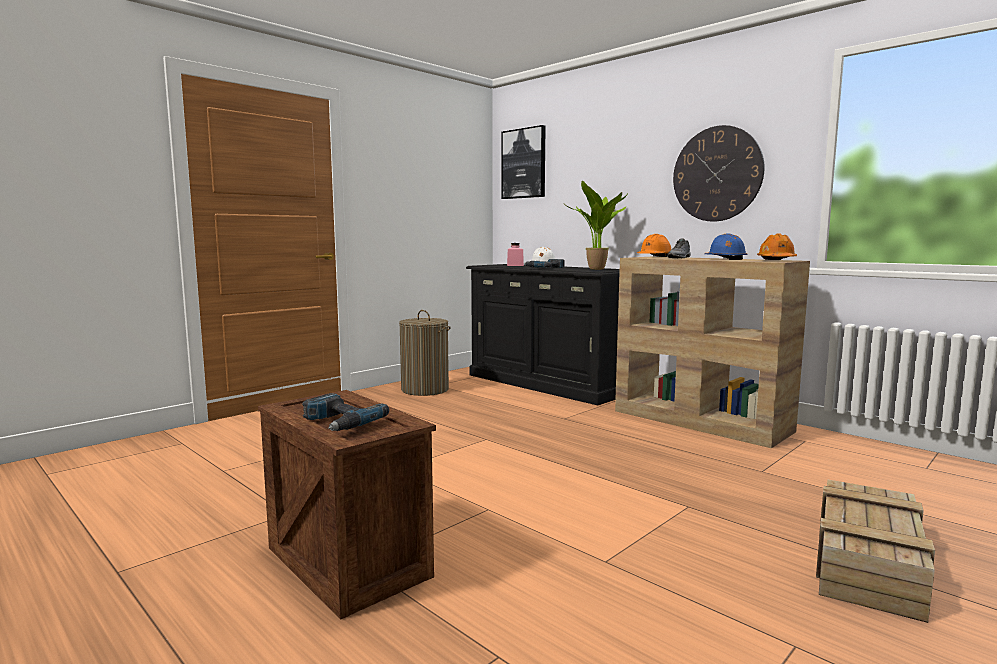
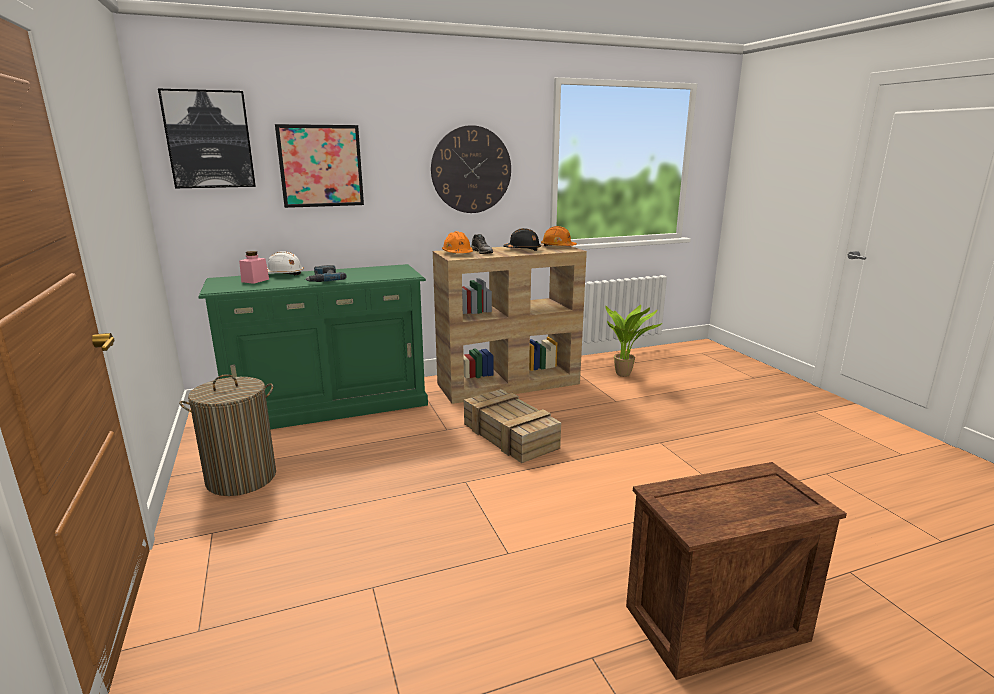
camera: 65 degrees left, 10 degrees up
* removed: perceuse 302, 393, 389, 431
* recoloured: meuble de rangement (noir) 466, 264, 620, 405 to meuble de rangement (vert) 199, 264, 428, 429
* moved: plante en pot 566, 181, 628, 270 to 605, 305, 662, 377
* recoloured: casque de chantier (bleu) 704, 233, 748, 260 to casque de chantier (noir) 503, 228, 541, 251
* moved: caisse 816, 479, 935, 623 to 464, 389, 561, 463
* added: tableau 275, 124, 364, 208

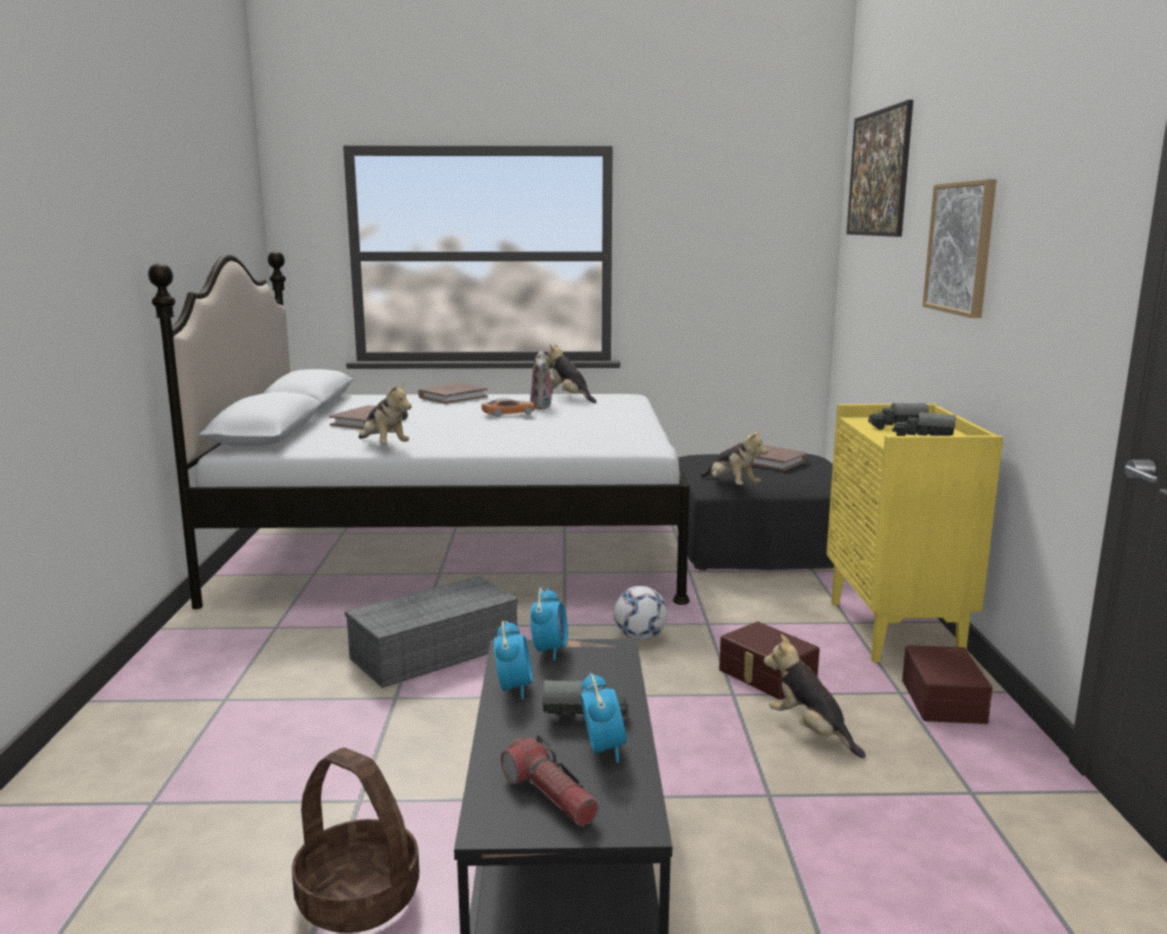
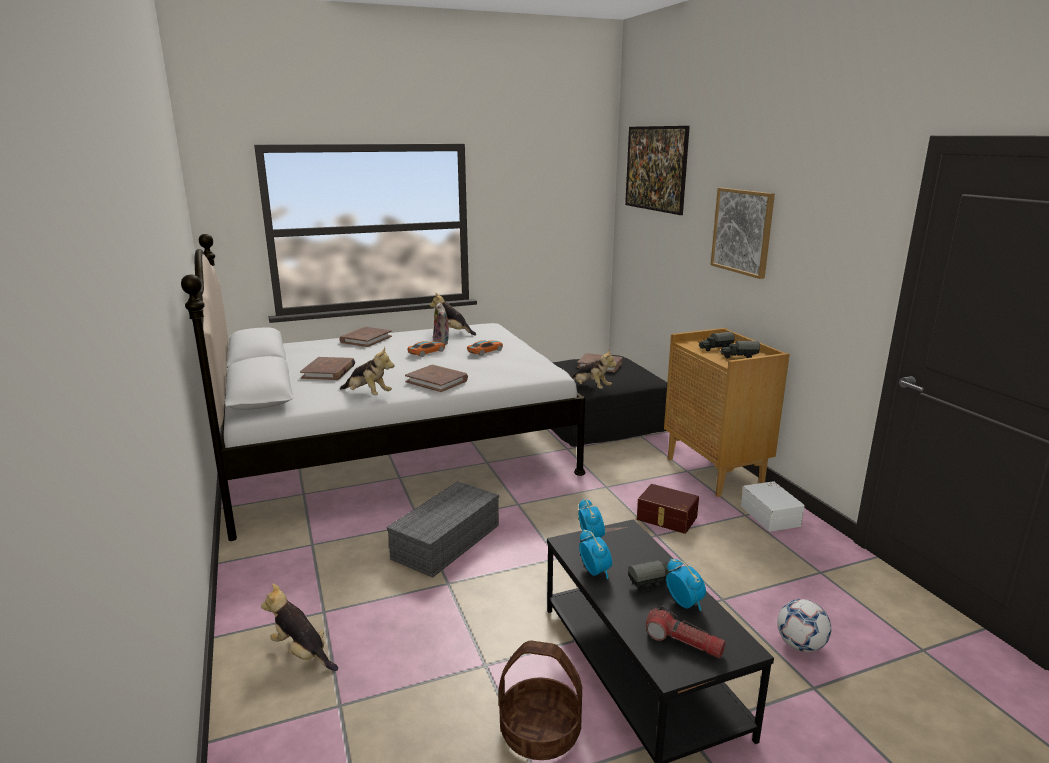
camera: 20 degrees left, 5 degrees up
* moved: ballon de foot 613, 586, 667, 640 to 777, 599, 832, 652
* moved: peluche 764, 634, 866, 758 to 261, 583, 338, 671
* recoloured: meuble de rangement (jaune) 826, 404, 1003, 662 to meuble de rangement (marron) 664, 328, 790, 497
* recoloured: boîte de rangement (marron) 902, 645, 993, 724 to boîte de rangement (blanc) 741, 481, 805, 532
* added: livre (marron) 405, 365, 468, 392
* added: petite voiture 467, 340, 503, 356

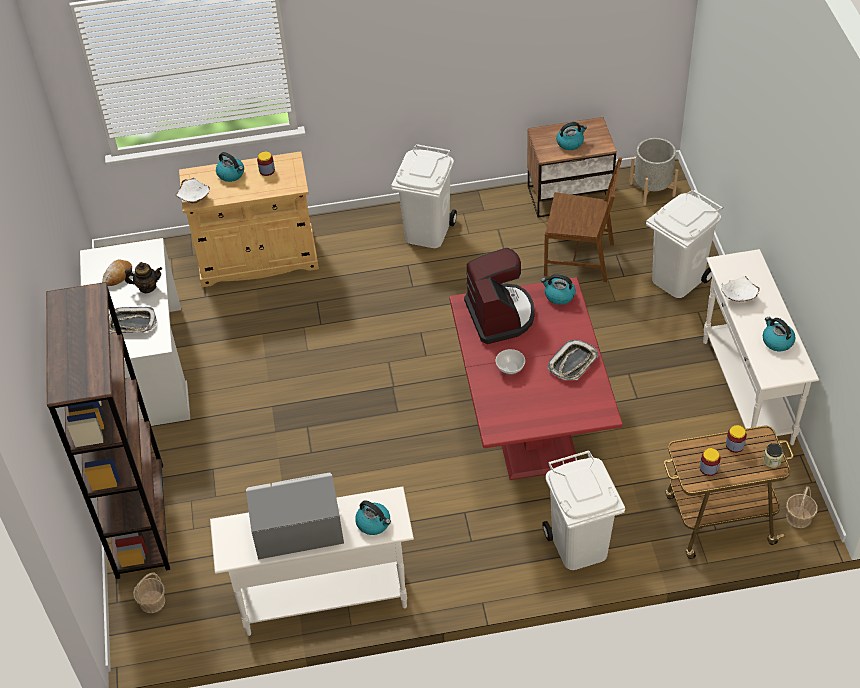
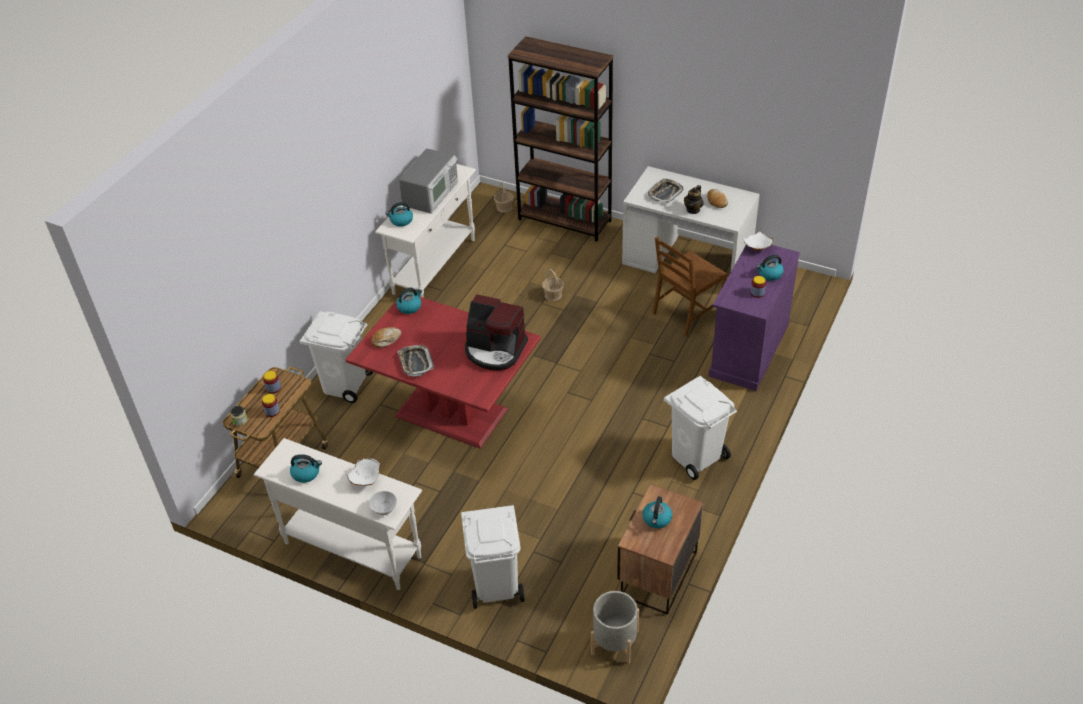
camera: 125 degrees right, 5 degrees down
* recoloured: meuble de rangement (beige) 179, 151, 319, 287 to meuble de rangement (violet) 709, 245, 800, 391
* moved: bol 496, 349, 525, 375 to 369, 491, 397, 515
* moved: bouilloire 541, 274, 576, 305 to 396, 288, 422, 314
* moved: chaise (marron) 544, 157, 622, 282 to 652, 237, 727, 336
* moved: panier 786, 486, 818, 528 to 542, 269, 564, 301
* added: pain 371, 327, 401, 348

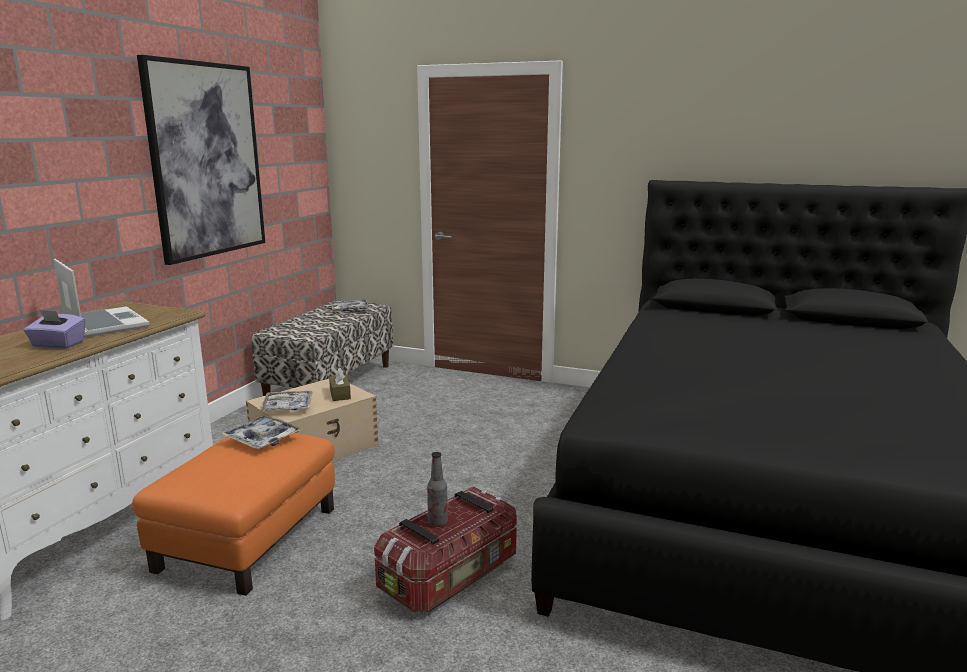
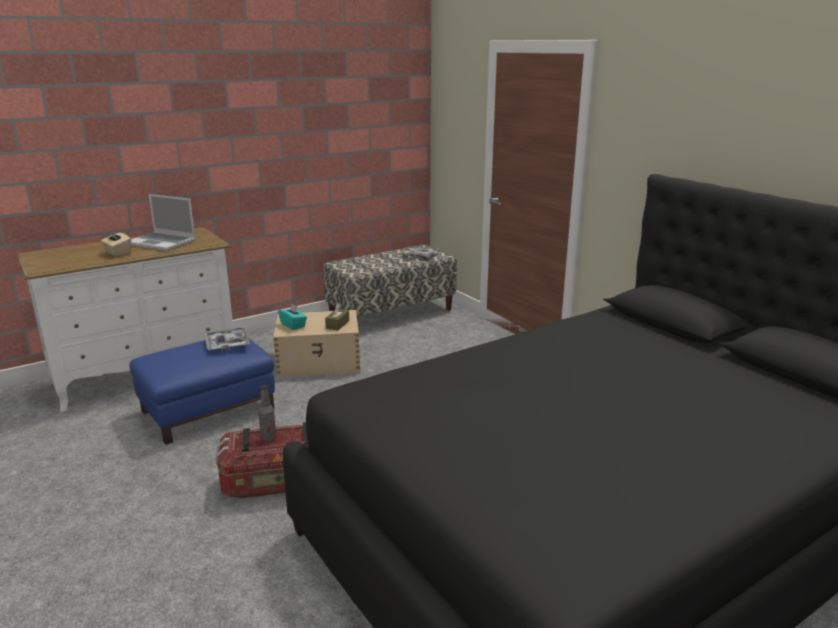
camera: 35 degrees right, 5 degrees up
* recoloured: boîte à mouchoirs (violet) 24, 310, 85, 349 to boîte à mouchoirs (beige) 101, 230, 131, 257
* turned: ordinateur portable 54, 259, 149, 338 = 131, 194, 196, 251 120 degrees clockwise
* recoloured: pouf (orange) 132, 433, 335, 596 to pouf (bleu) 130, 338, 275, 445
* removed: tableau 137, 55, 265, 265
* replaced: plateau 261, 391, 313, 411 to boîte à mouchoirs (turquoise) 278, 304, 307, 330

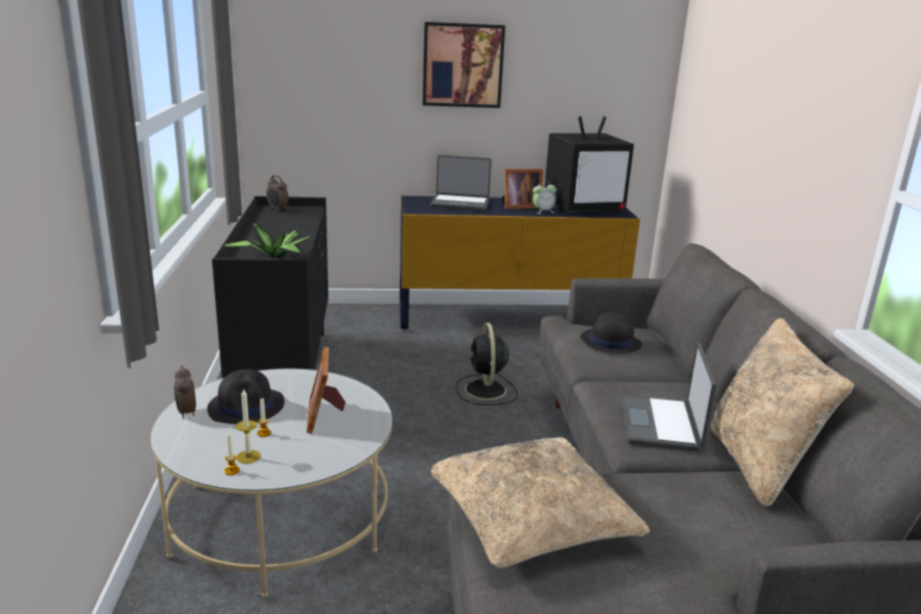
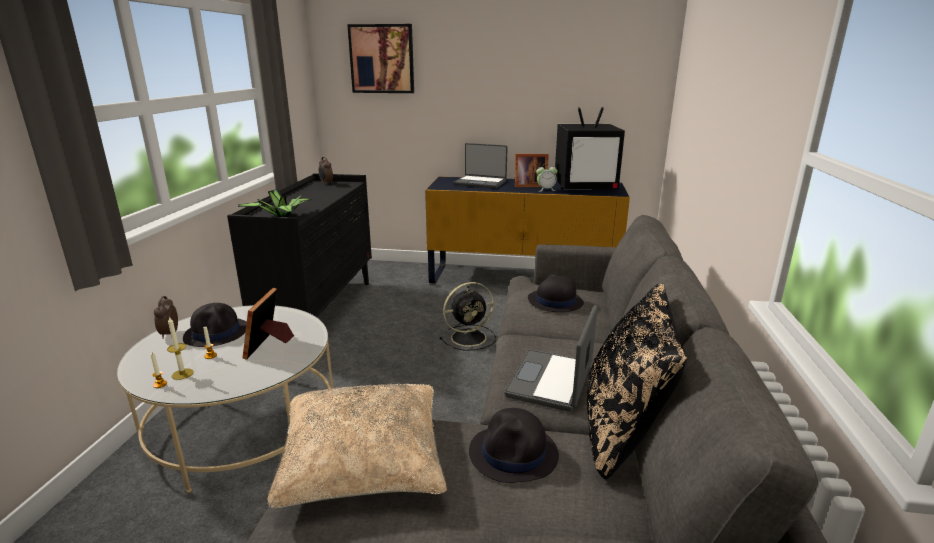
camera: 15 degrees right, 0 degrees up
* moved: tableau 423, 22, 505, 108 to 347, 24, 414, 93
* turned: ventilateur (noir) 456, 323, 518, 405 = 439, 282, 496, 351 120 degrees counterclockwise
* recoloured: coussin (beige) 711, 318, 854, 507 to coussin (noir) 587, 283, 687, 480
* added: chapeau (noir) 469, 408, 559, 483

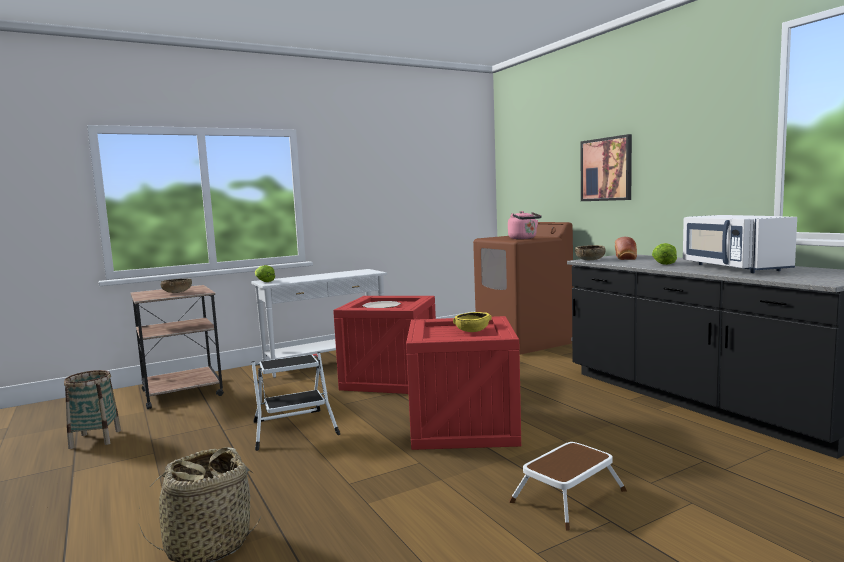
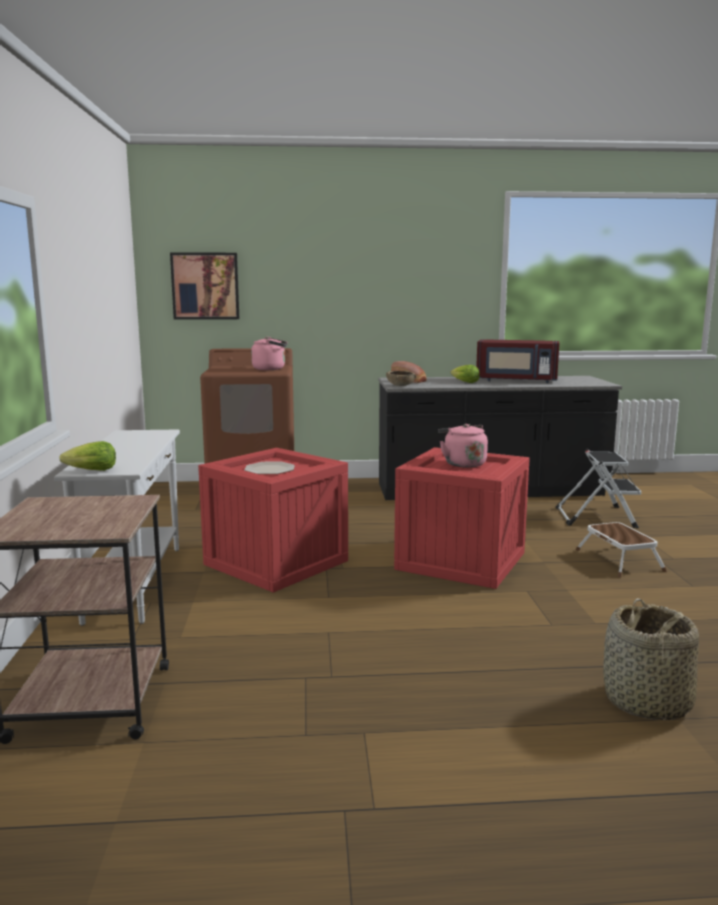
camera: 65 degrees left, 5 degrees up
* removed: panier 64, 370, 121, 449
* removed: bol (marron) 161, 279, 192, 293
* moved: escabeau 252, 352, 340, 451 to 556, 449, 641, 528
* replaced: bol (jaune) 453, 312, 492, 332 to bouilloire (rose) 438, 424, 488, 468
* moved: tableau 580, 134, 632, 201 to 170, 252, 239, 320
* recoloured: micro-ondes (blanc) 683, 215, 797, 273 to micro-ondes (rouge) 476, 339, 559, 383

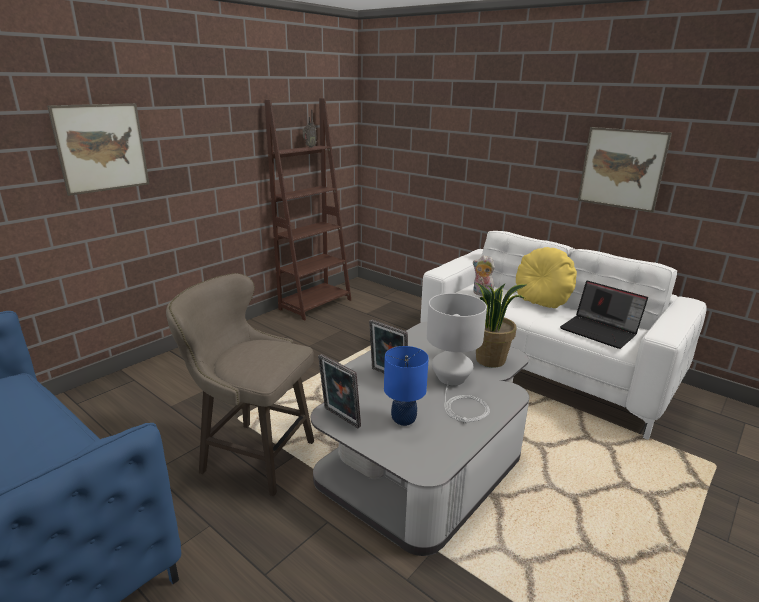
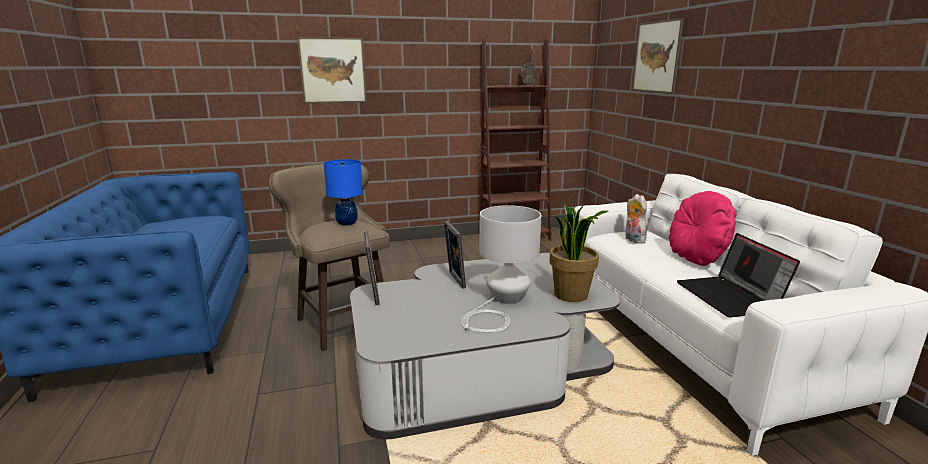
camera: 35 degrees right, 5 degrees down
* moved: lampe de table (bleu) 384, 346, 429, 426 to 324, 159, 363, 225
* recoloured: coussin (jaune) 516, 247, 577, 308 to coussin (rose) 669, 191, 737, 266
* moved: tableau 578, 127, 672, 213 to 632, 18, 684, 94

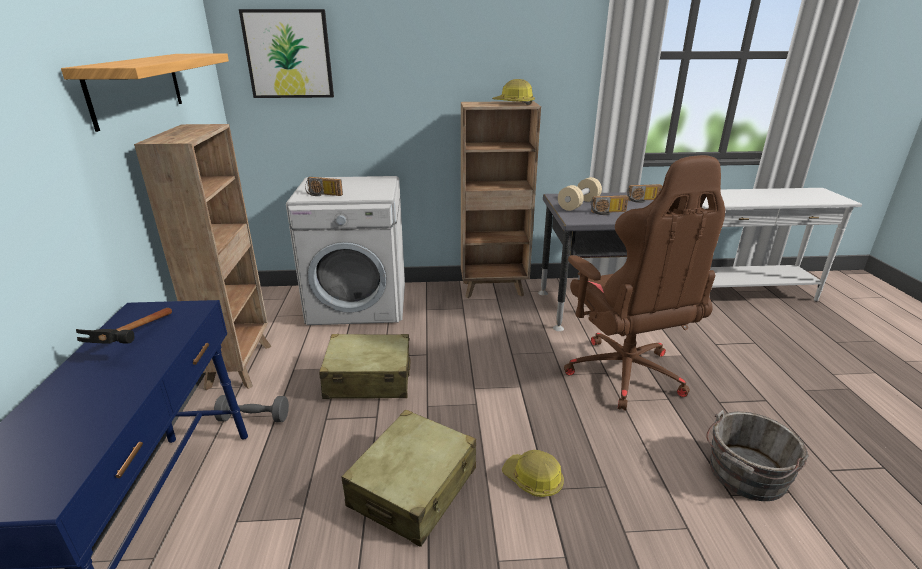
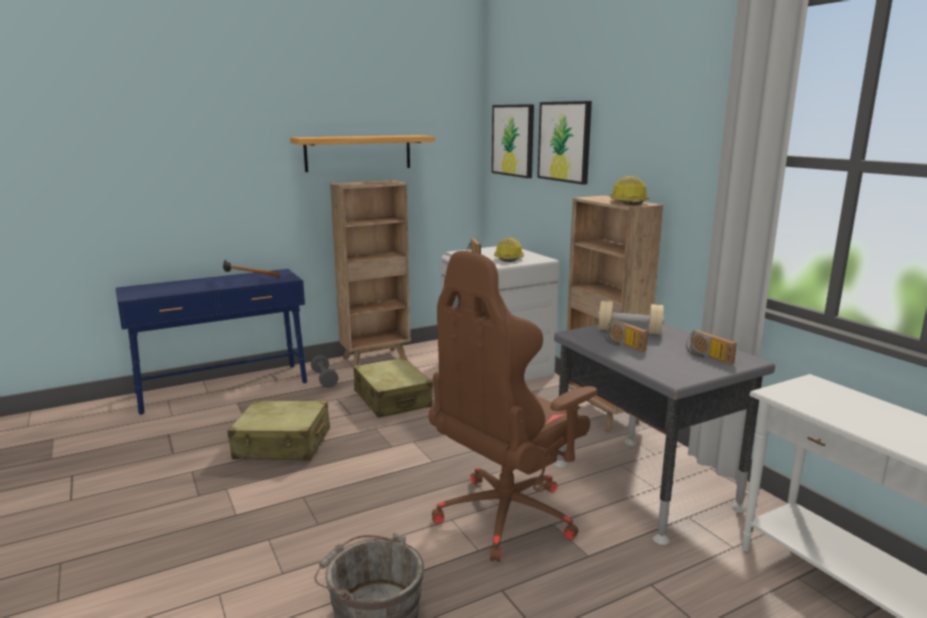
camera: 65 degrees right, 10 degrees down
* moved: casque de chantier 502, 450, 564, 497 to 494, 238, 524, 262
* added: tableau 537, 101, 592, 185

